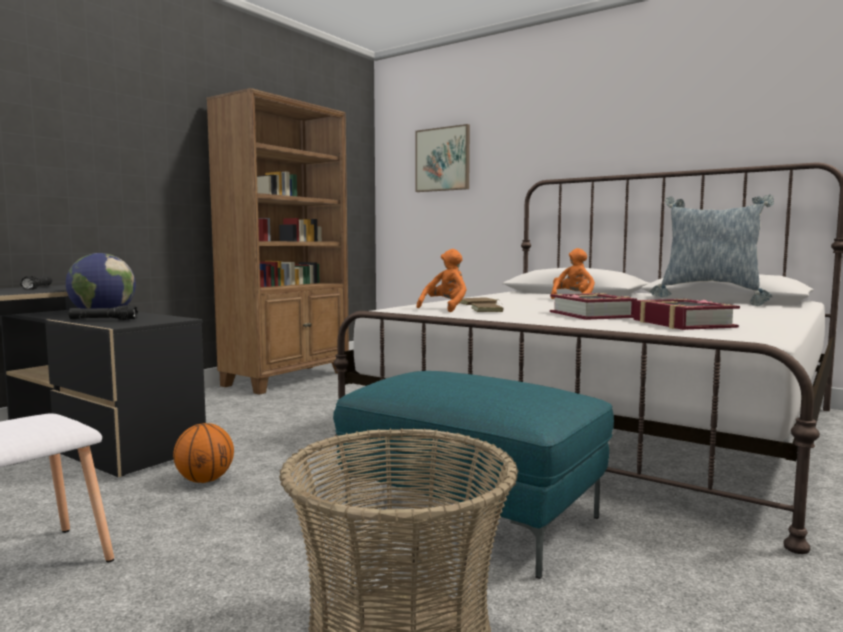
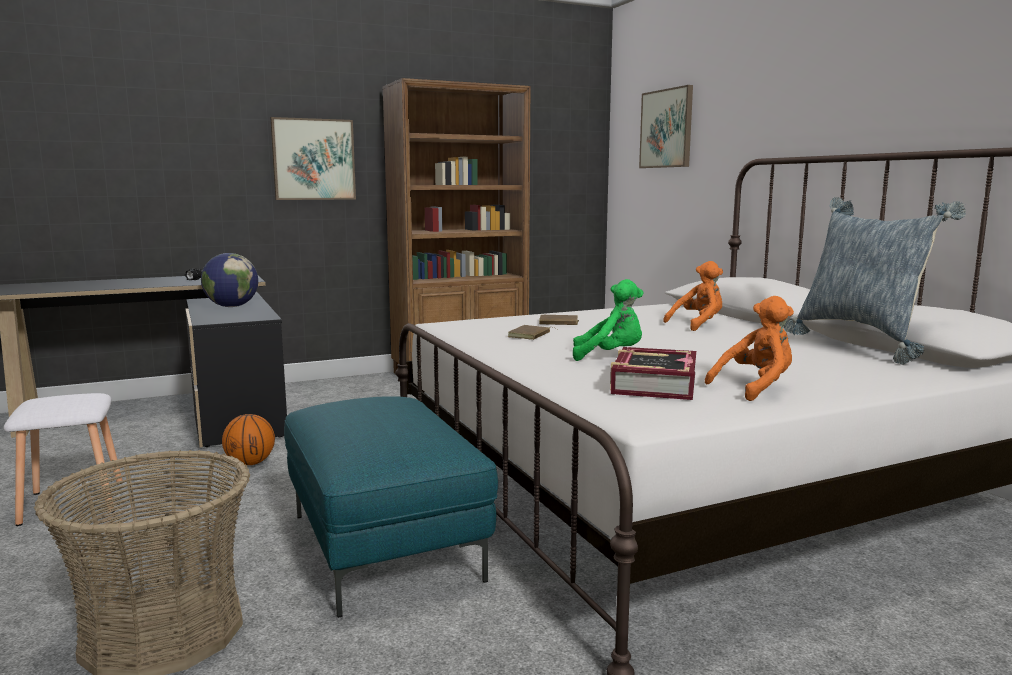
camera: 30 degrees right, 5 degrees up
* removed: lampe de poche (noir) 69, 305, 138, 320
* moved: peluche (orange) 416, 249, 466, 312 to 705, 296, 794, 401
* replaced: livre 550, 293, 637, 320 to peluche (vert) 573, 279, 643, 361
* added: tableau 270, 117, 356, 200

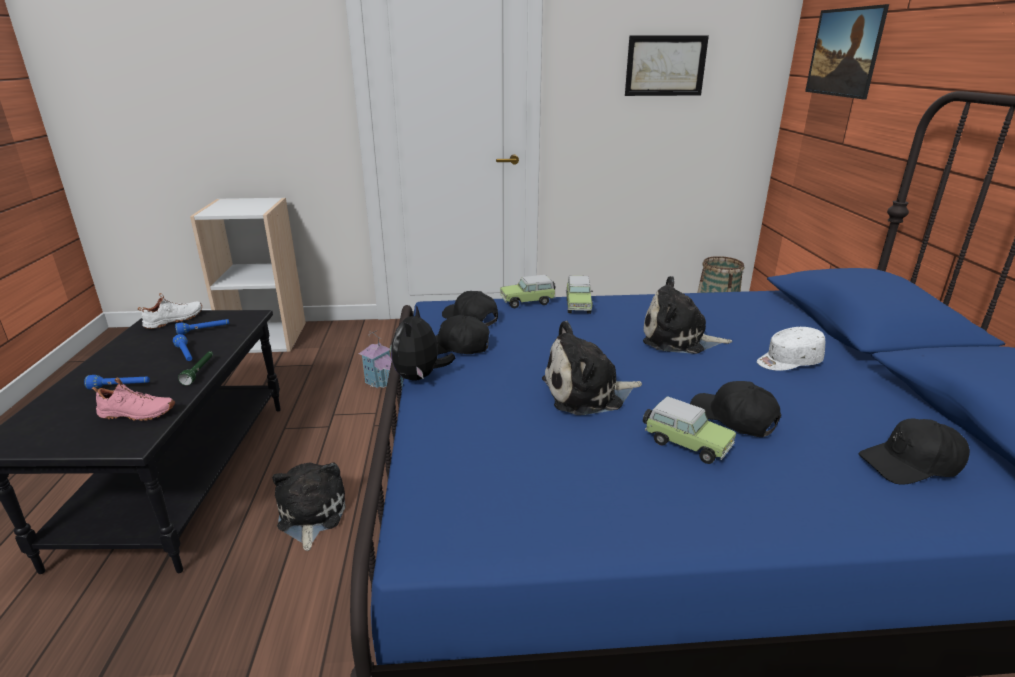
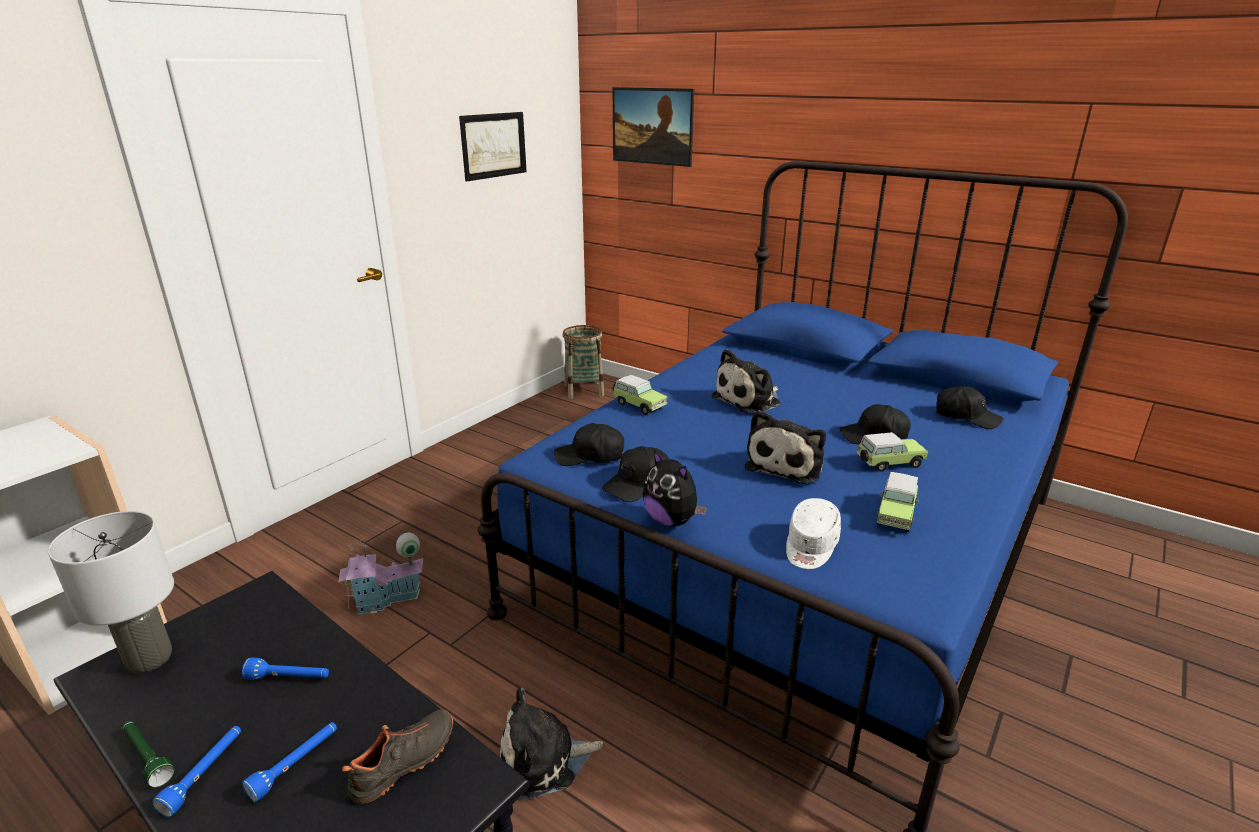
camera: 50 degrees left, 0 degrees up
* recoloured: chaussure (rose) 92, 378, 175, 421 to chaussure (noir) 342, 710, 453, 804
* replaced: chaussure (blanc) 138, 293, 202, 329 to lampe de table (blanc) 48, 511, 174, 673
* moved: lampe de poche (bleu) 175, 319, 229, 335 to 151, 726, 241, 817
* moved: lampe de poche (vert) 178, 351, 213, 385 to 122, 721, 175, 788
* turned: peluche 272, 462, 346, 551 = 500, 687, 603, 799 45 degrees counterclockwise
* moved: petite voiture 500, 275, 555, 308 to 877, 472, 919, 533
* moved: casquette (blanc) 757, 327, 825, 371 to 786, 498, 841, 569
* turned: casquette (noir) 858, 419, 970, 485 = 936, 386, 1003, 429 90 degrees counterclockwise

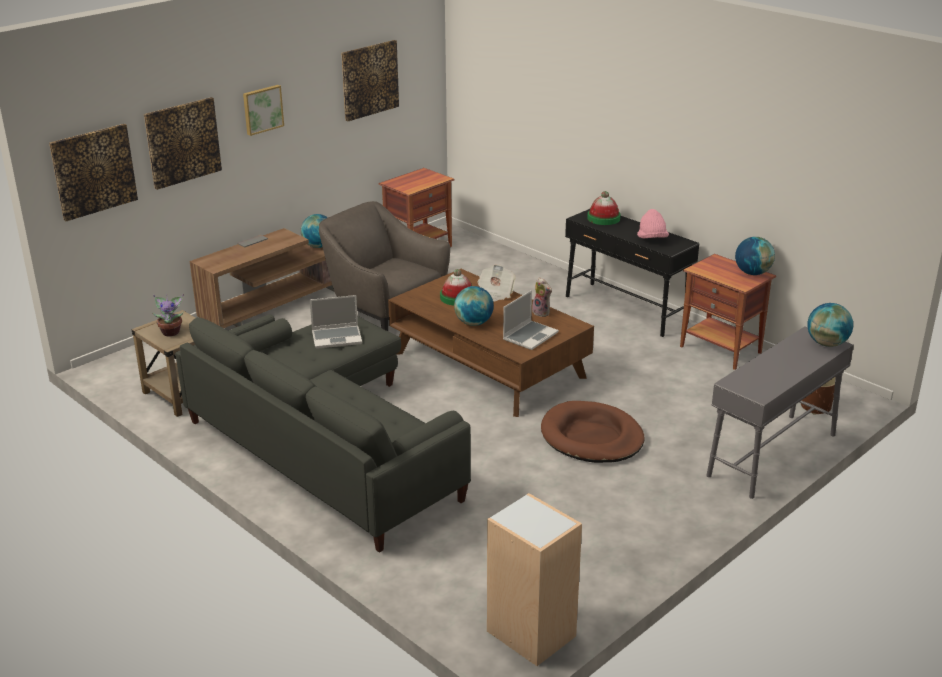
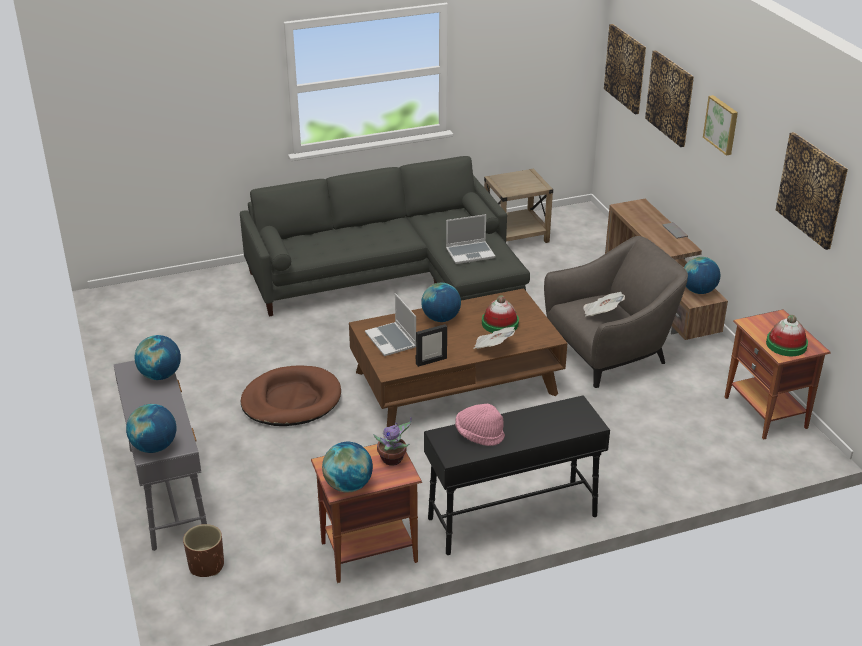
camera: 115 degrees right, 5 degrees up
* moved: plante en pot 152, 294, 184, 336 to 373, 417, 412, 466
* turned: ordinateur portable 310, 295, 362, 349 = 446, 214, 495, 264 120 degrees counterclockwise
* removed: bibliothèque 487, 493, 582, 666
* replaced: peluche 532, 277, 552, 317 to cadre photo 416, 324, 447, 367
* moved: chapeau 587, 191, 620, 225 to 766, 315, 808, 356
* added: globe 135, 335, 181, 380
* added: journal 583, 292, 625, 317

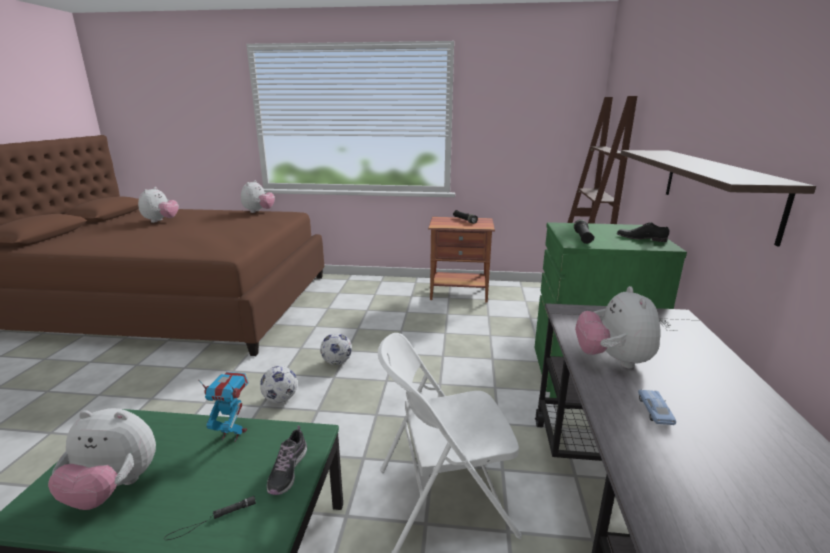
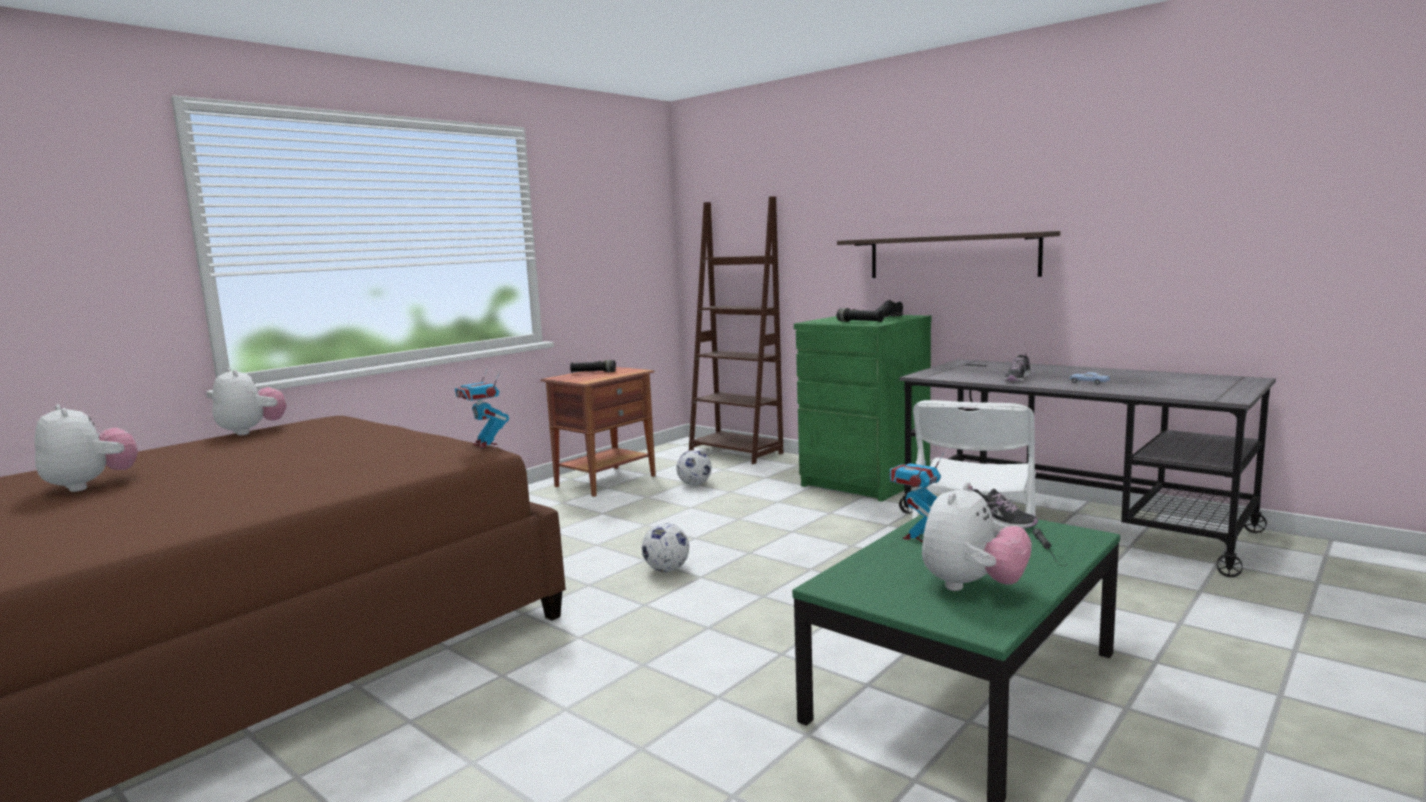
camera: 55 degrees left, 10 degrees down
* moved: ballon de foot 260, 366, 297, 403 to 676, 450, 712, 485
* replaced: peluche 575, 286, 661, 368 to chaussure 1004, 353, 1031, 381
* added: robot jouet 455, 369, 509, 448

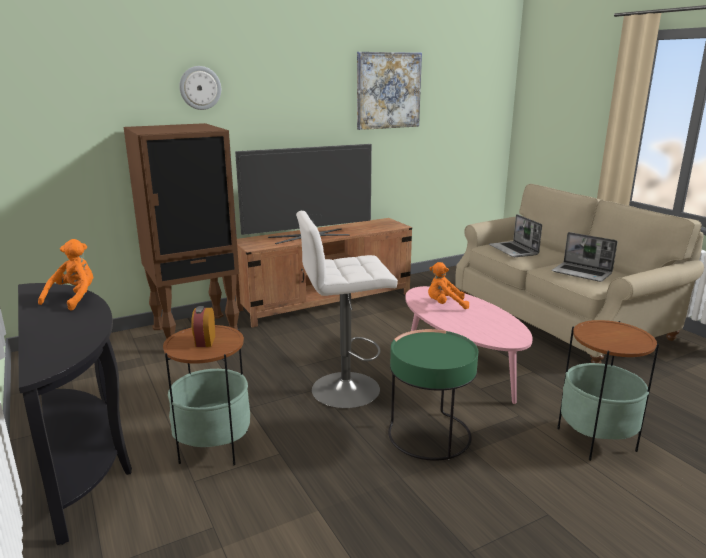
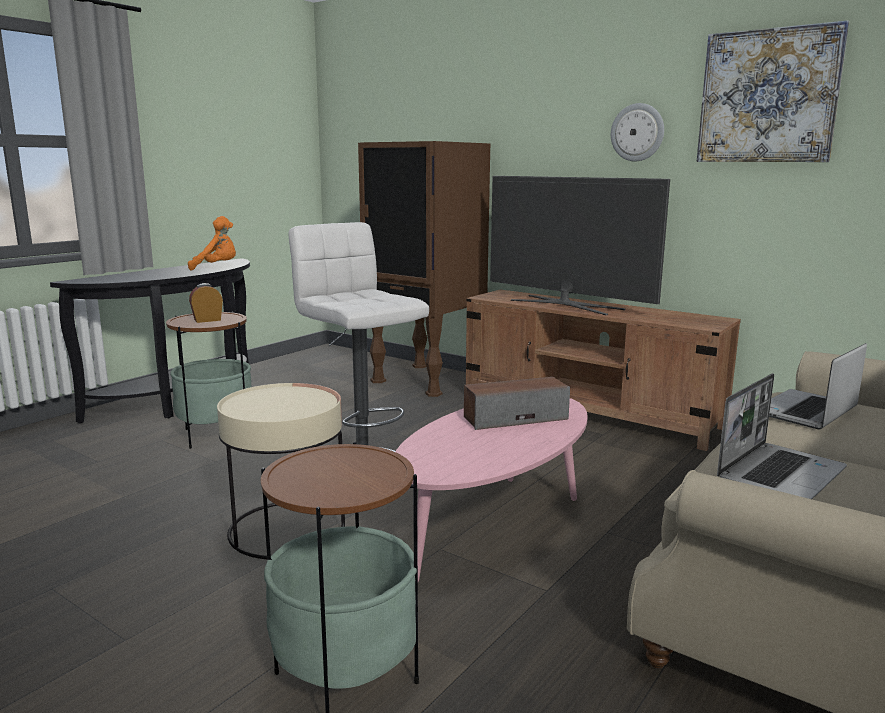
camera: 65 degrees right, 5 degrees down
* moved: horloge murale 179, 66, 221, 110 to 611, 103, 664, 161
* recoloured: table d'appoint (vert) 388, 329, 478, 461 to table d'appoint (beige) 217, 383, 345, 559
* replaced: peluche (orange) 428, 262, 469, 309 to enceinte 464, 377, 570, 430
* turned: ordinateur portable 552, 232, 618, 282 = 717, 373, 847, 499 150 degrees counterclockwise

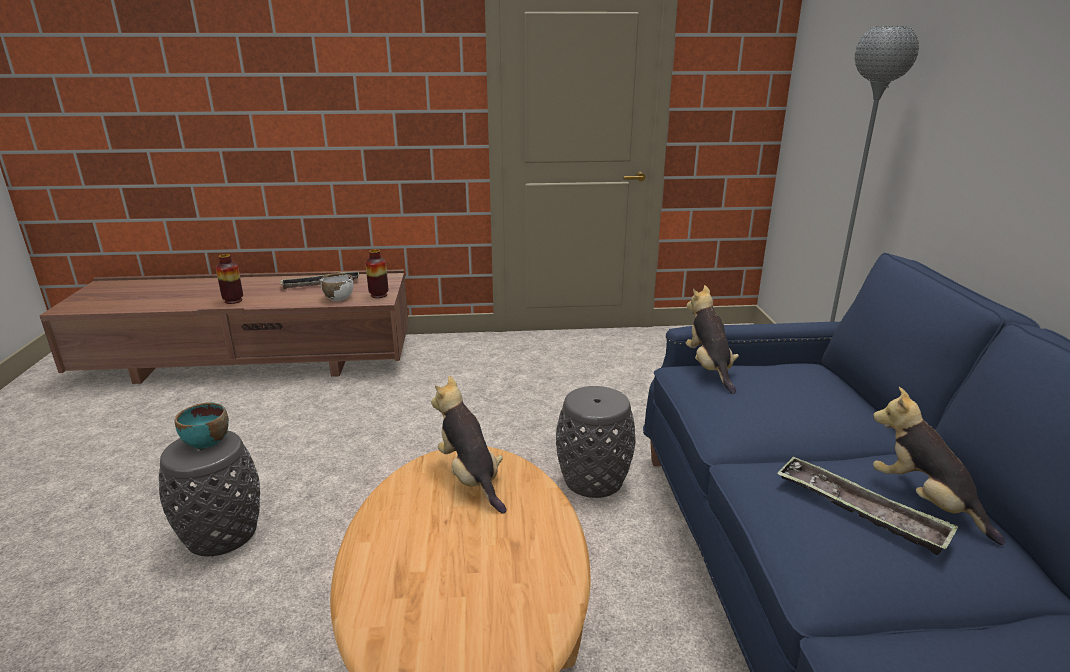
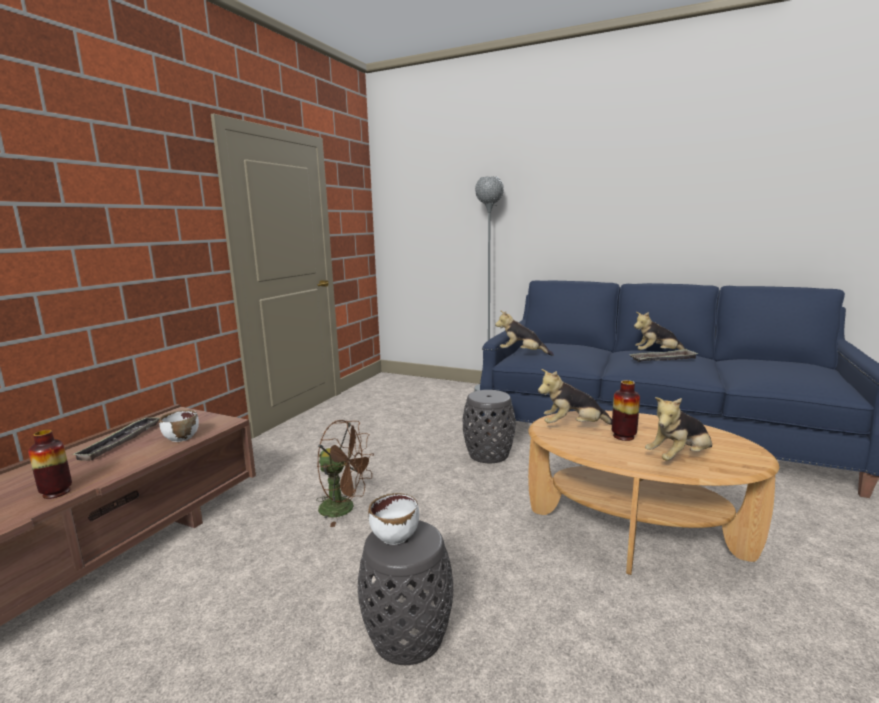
camera: 60 degrees left, 10 degrees down
* recoloured: bol (turquoise) 175, 402, 229, 449 to bol (blanc) 368, 493, 419, 545
* moved: vase 365, 249, 388, 298 to 612, 380, 640, 441
* added: ventilateur (marron) 316, 420, 374, 527
* added: peluche 645, 397, 712, 461

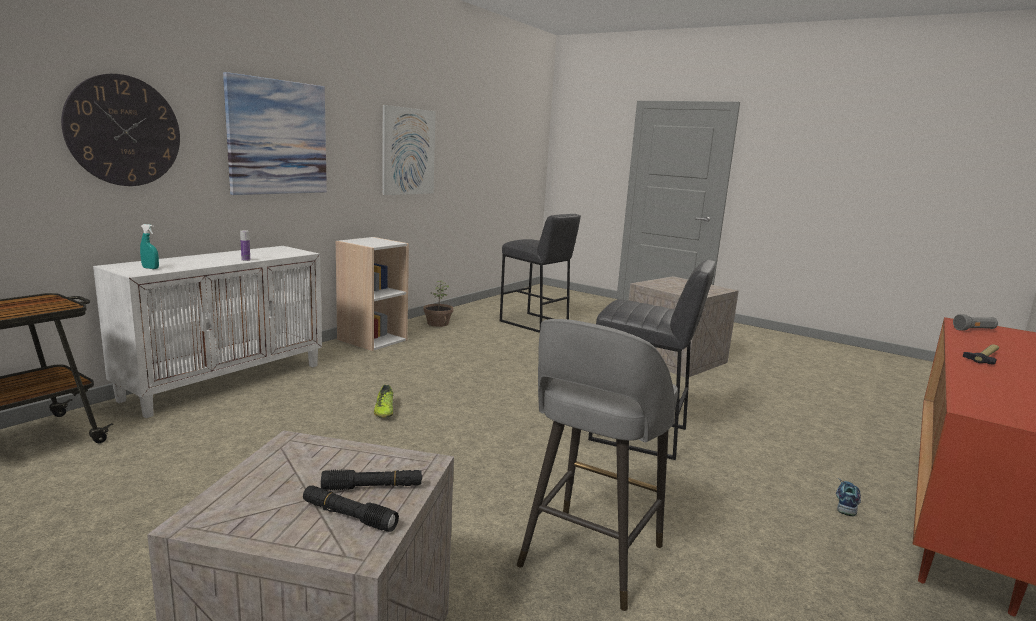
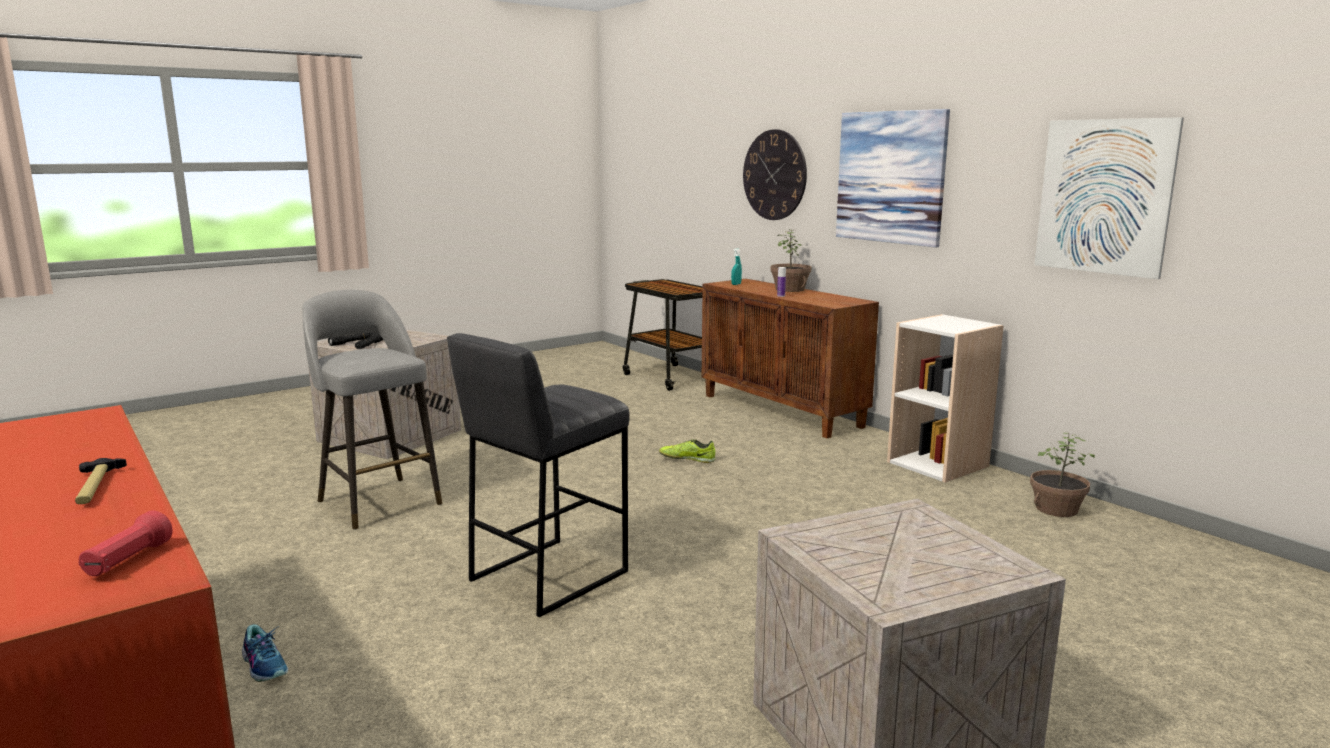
camera: 110 degrees right, 0 degrees up
* recoloured: meuble de rangement (blanc) 93, 246, 322, 418 to meuble de rangement (marron) 702, 279, 879, 438
* removed: tabouret (gris) 500, 214, 581, 333
* recoloured: lampe de poche (gris) 953, 314, 998, 331 to lampe de poche (rouge) 79, 511, 172, 576
* added: plante en pot 771, 229, 811, 292

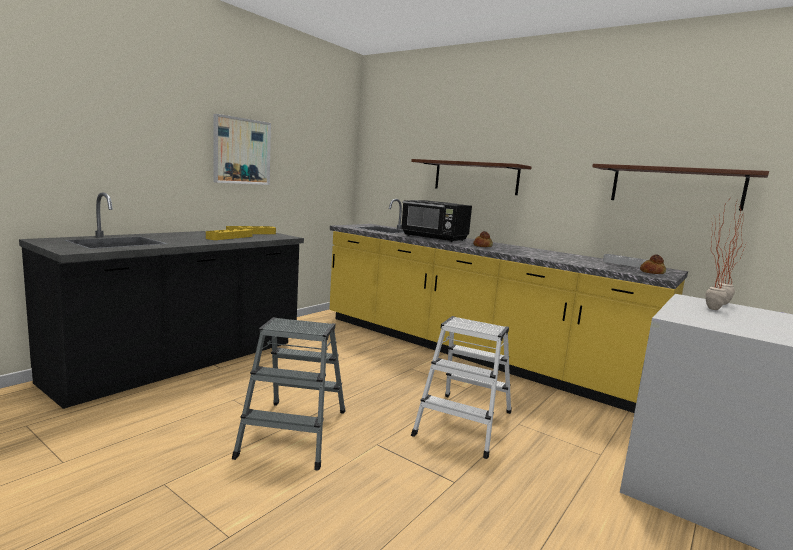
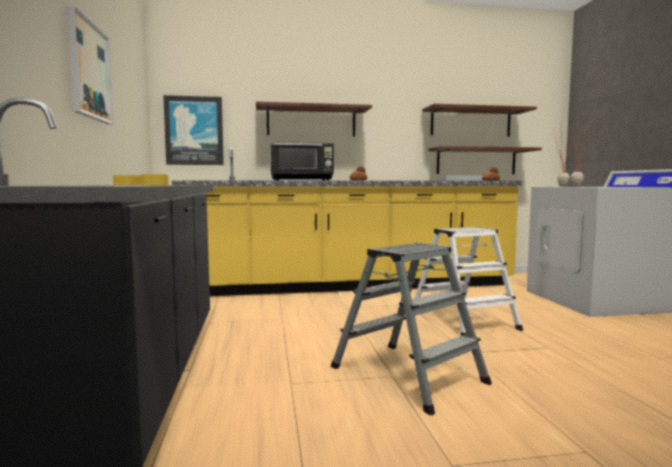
camera: 45 degrees left, 5 degrees down
* added: tableau 163, 95, 224, 165
* added: étagère (marron) 428, 146, 542, 174

